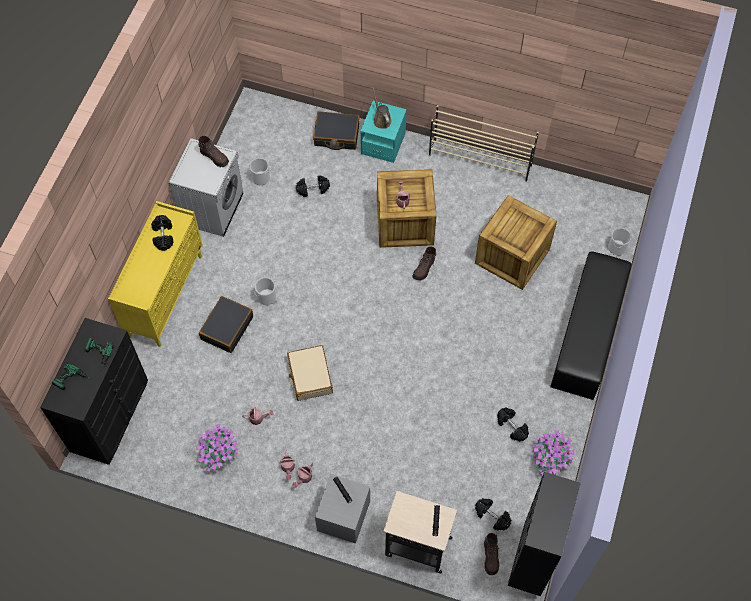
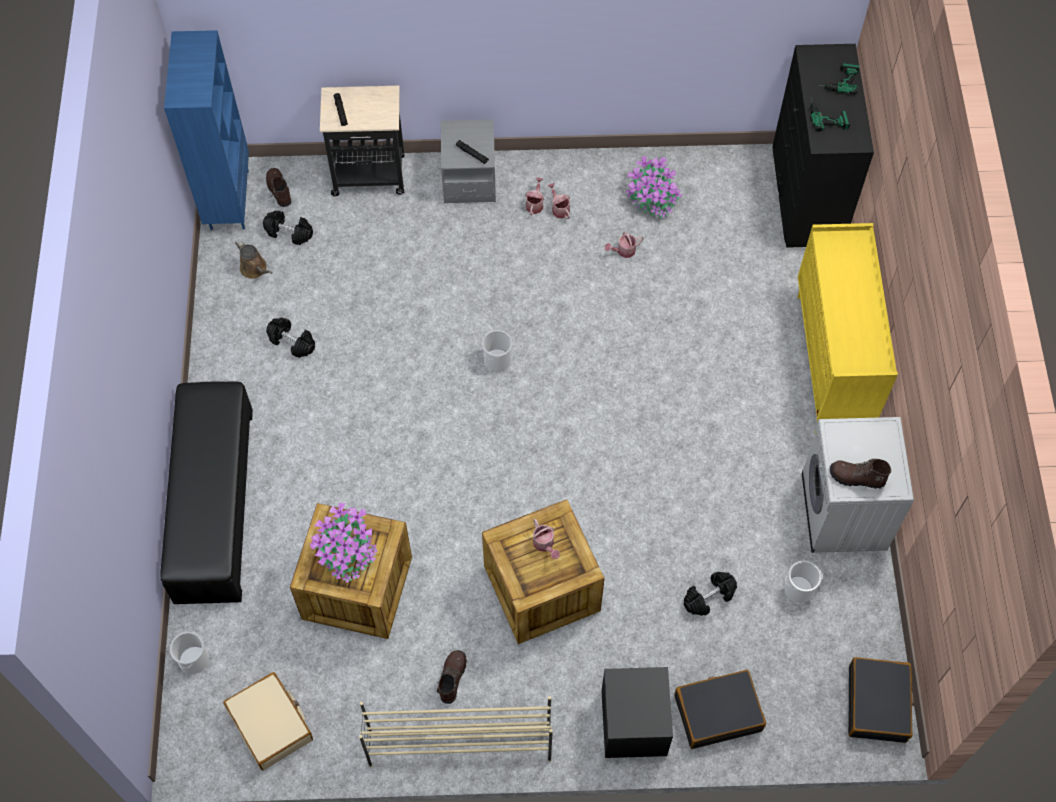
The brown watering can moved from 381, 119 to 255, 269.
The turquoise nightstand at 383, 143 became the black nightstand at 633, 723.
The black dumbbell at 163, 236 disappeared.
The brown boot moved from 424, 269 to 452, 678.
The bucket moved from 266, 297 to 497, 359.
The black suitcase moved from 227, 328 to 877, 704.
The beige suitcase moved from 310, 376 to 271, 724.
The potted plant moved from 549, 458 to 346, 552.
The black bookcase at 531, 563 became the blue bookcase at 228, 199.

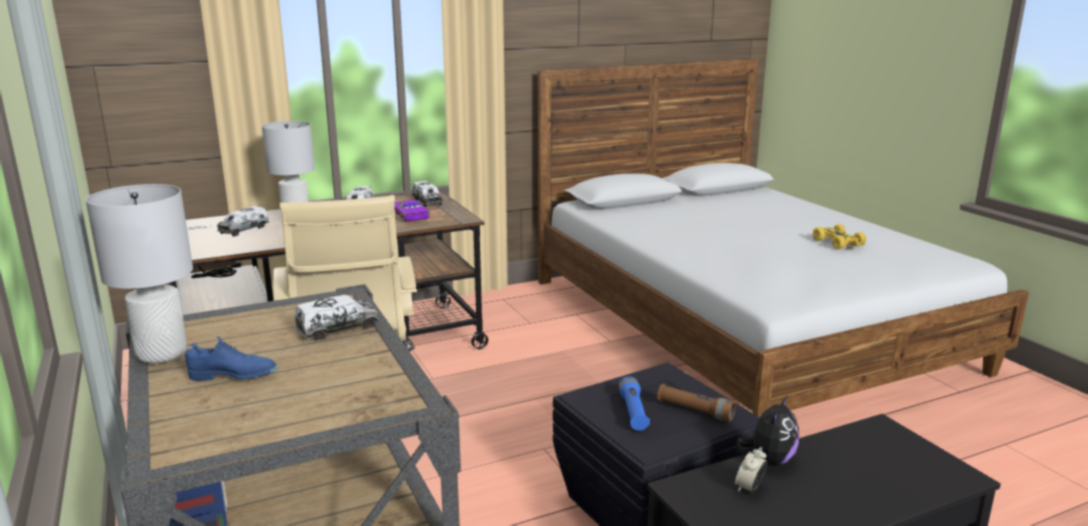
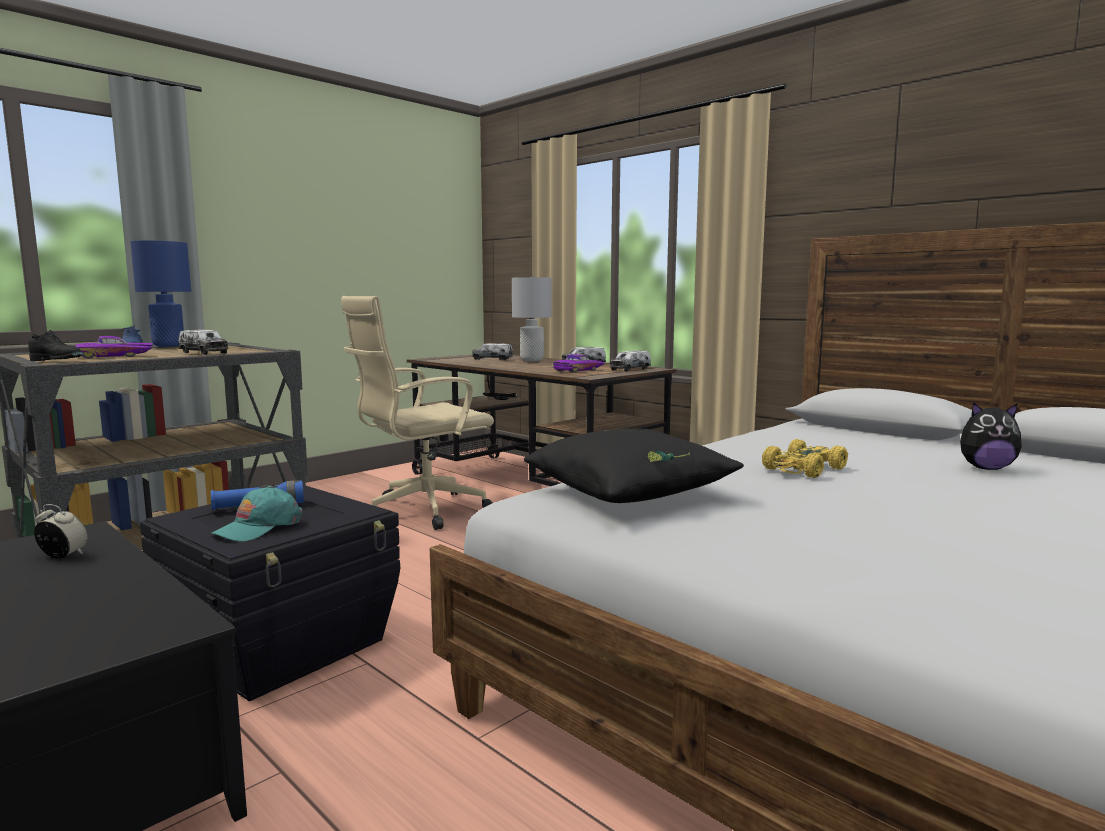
The grey table lamp at 163, 357 became the blue table lamp at 168, 346.
The yellow toy car moved from 839, 243 to 804, 469.
The brown flashlight at 695, 411 was replaced by the turquoise cap at 258, 528.
The plush toy moved from 770, 459 to 986, 468.
The black shoe at 57, 361 appeared.
The purple toy car at 116, 356 appeared.
The black pillow at 628, 493 appeared.

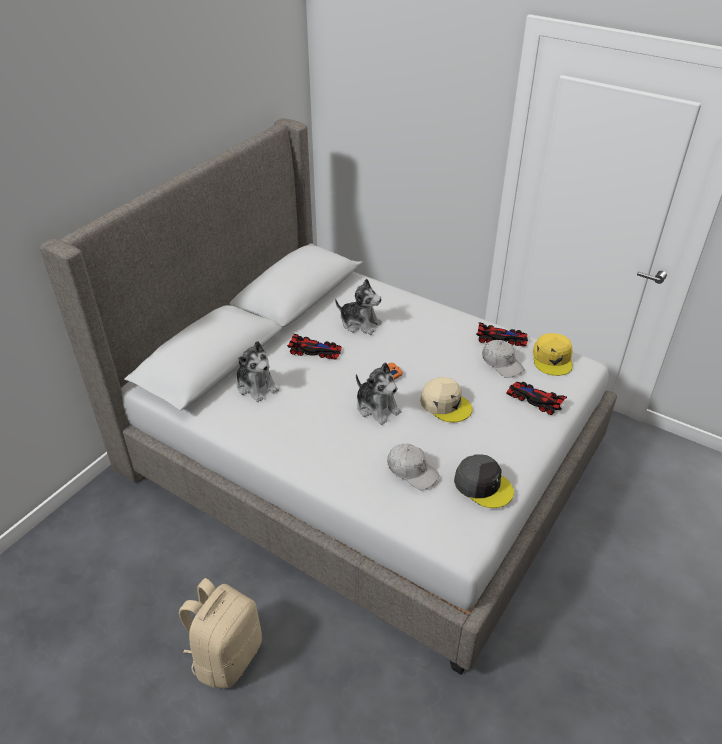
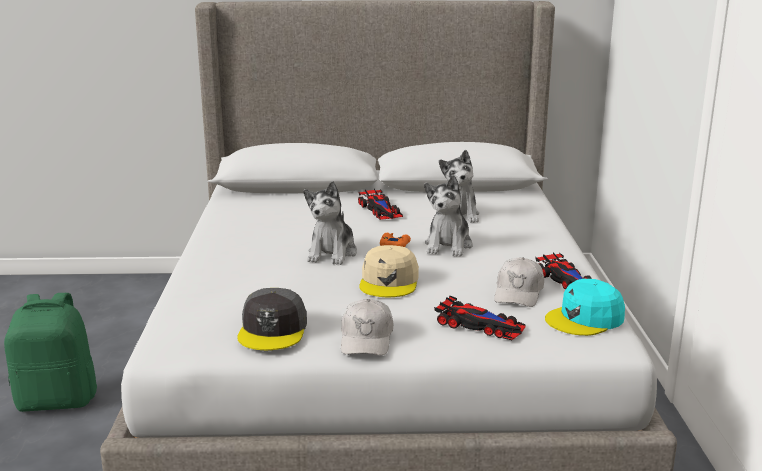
The yellow cap at 552, 359 became the turquoise cap at 585, 319.
The plush toy moved from 256, 386 to 448, 245.
The toy car at 534, 399 turned 120 degrees clockwise.
The white cap moved from 412, 471 to 367, 339.
The beige backpack at 227, 656 became the green backpack at 57, 400.

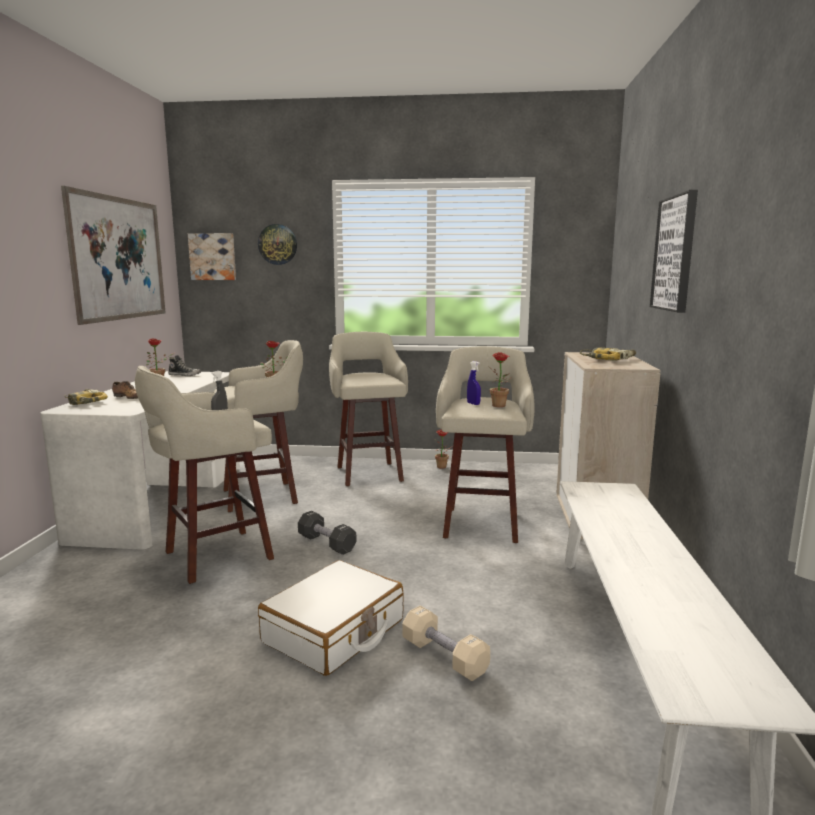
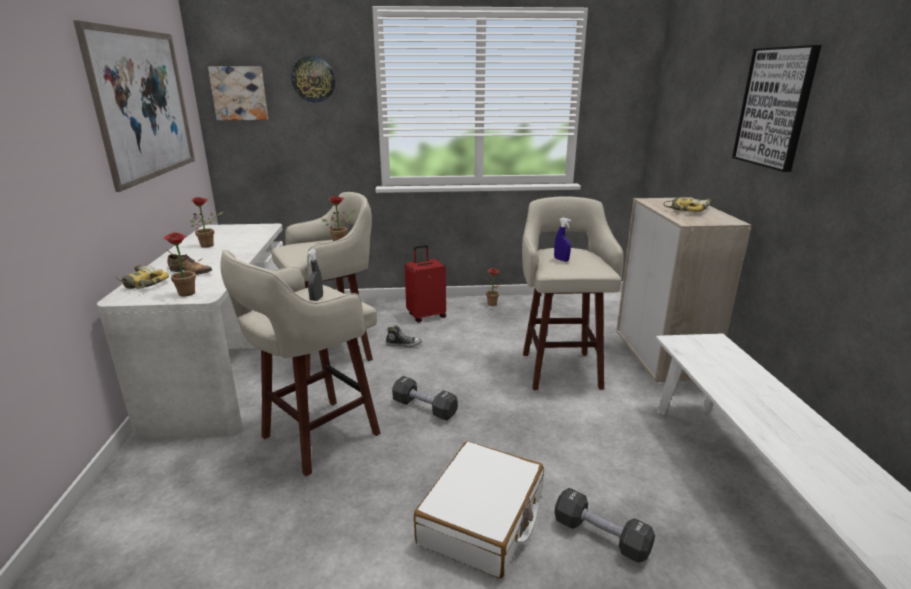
The beige stool at 369, 473 was replaced by the red suitcase at 426, 316.
The potted plant moved from 500, 406 to 187, 294.
The shoe moved from 185, 375 to 403, 344.
The beige dumbbell at 444, 657 became the black dumbbell at 601, 536.

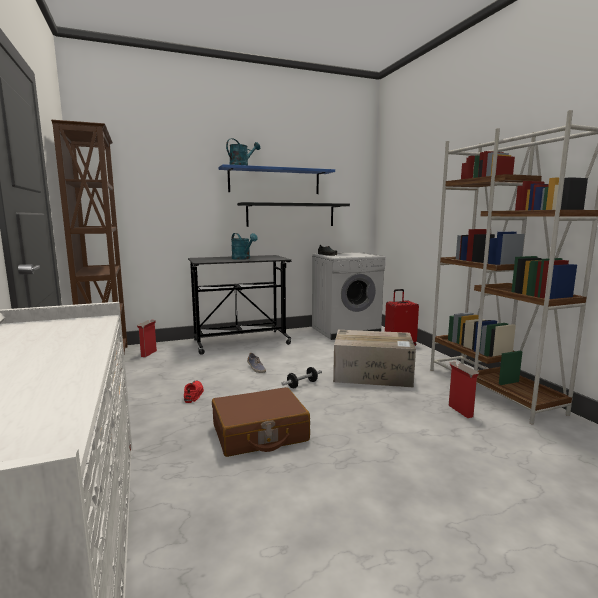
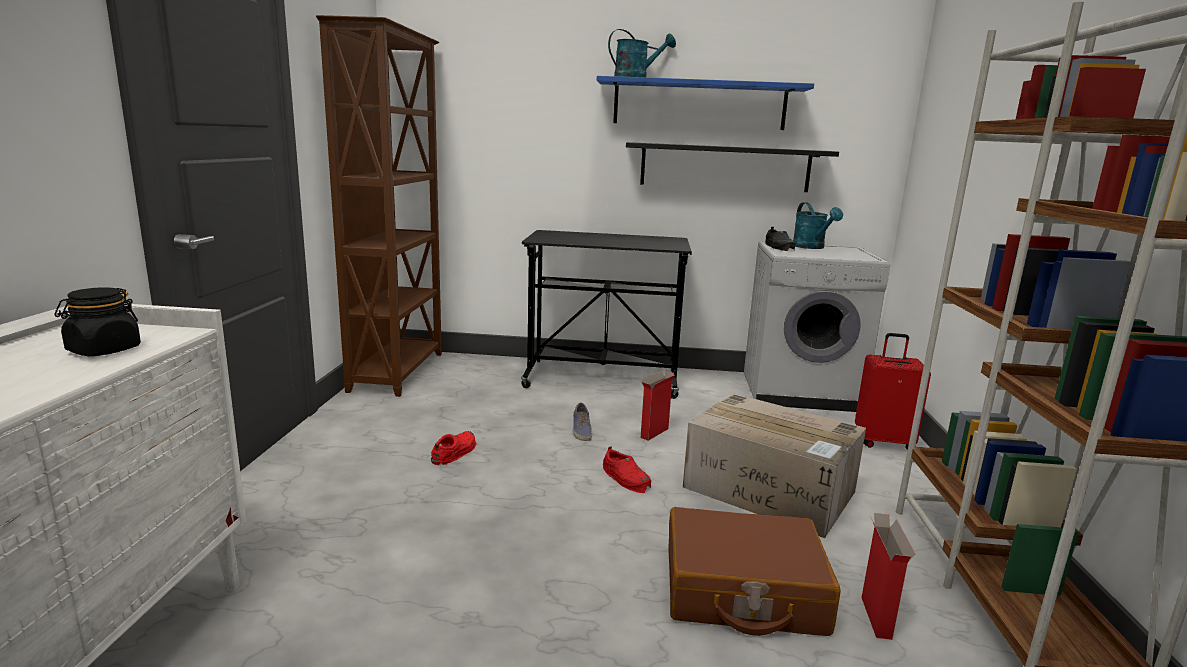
The turquoise watering can moved from 243, 258 to 811, 247.
The cardboard box moved from 148, 354 to 654, 433.
The dumbbell at 302, 384 was replaced by the red shoe at 626, 478.
The brown suitcase moved from 259, 433 to 742, 591.
The black jar at 103, 350 appeared.

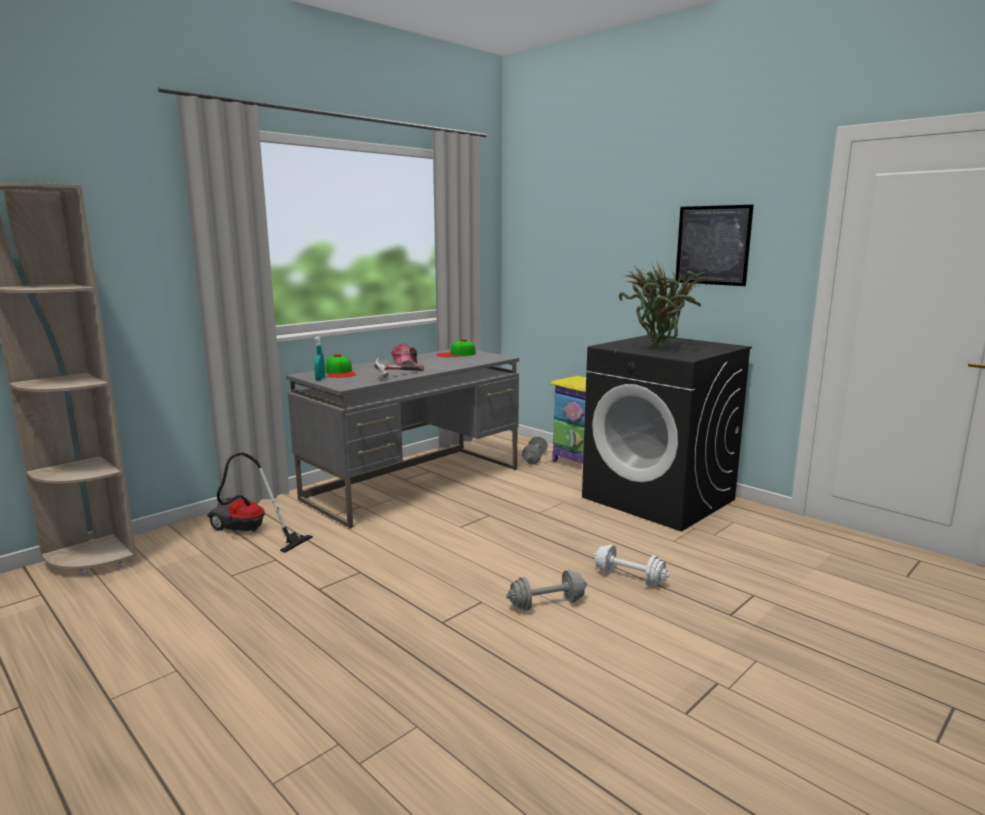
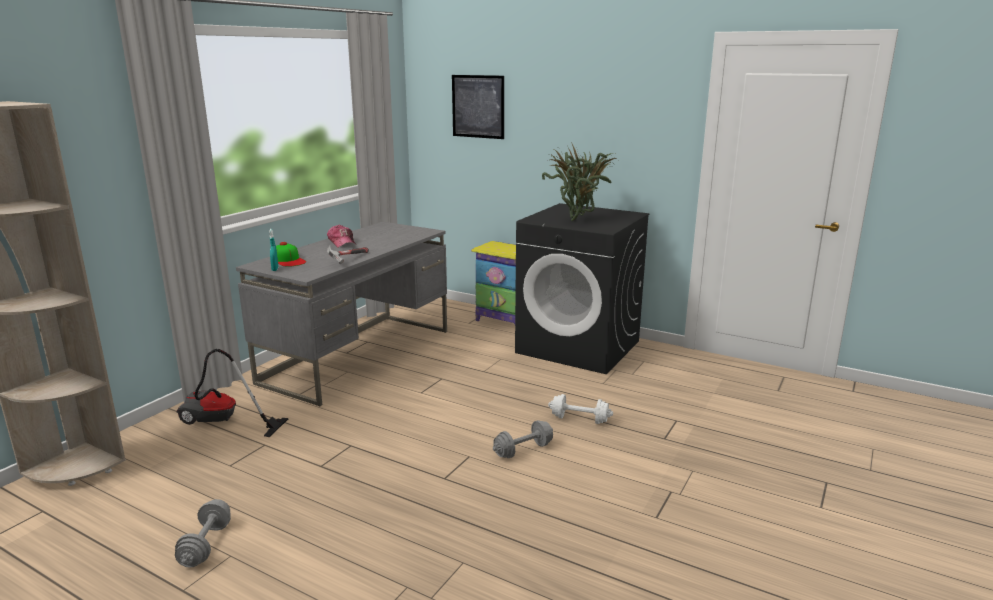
The picture moved from 712, 245 to 478, 106.
The cap at 456, 354 disappeared.
The grey dumbbell moved from 534, 458 to 206, 545.

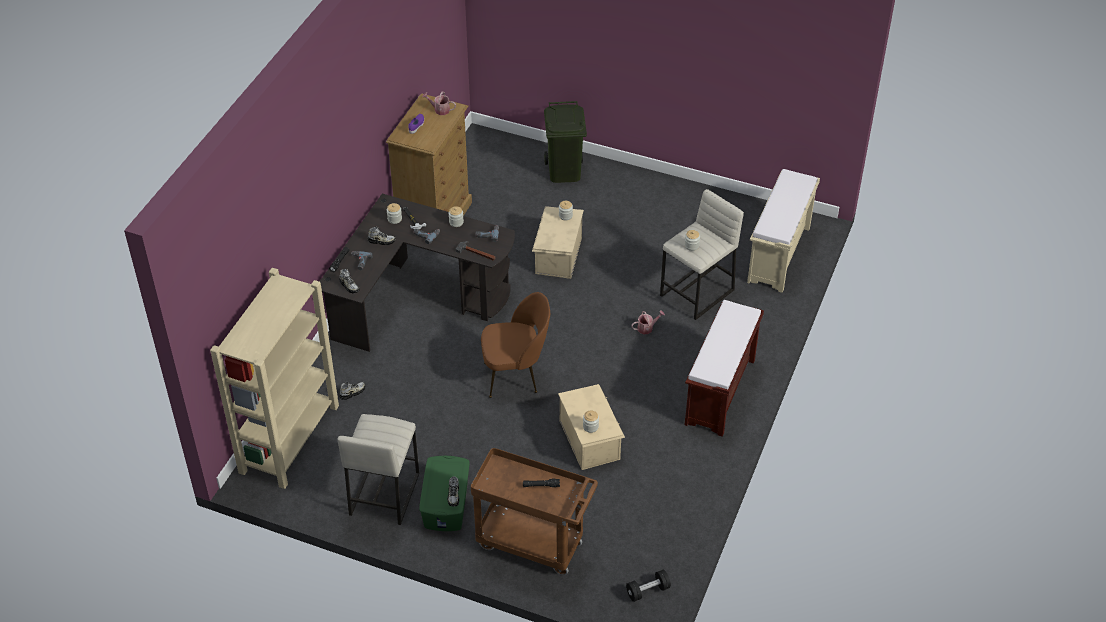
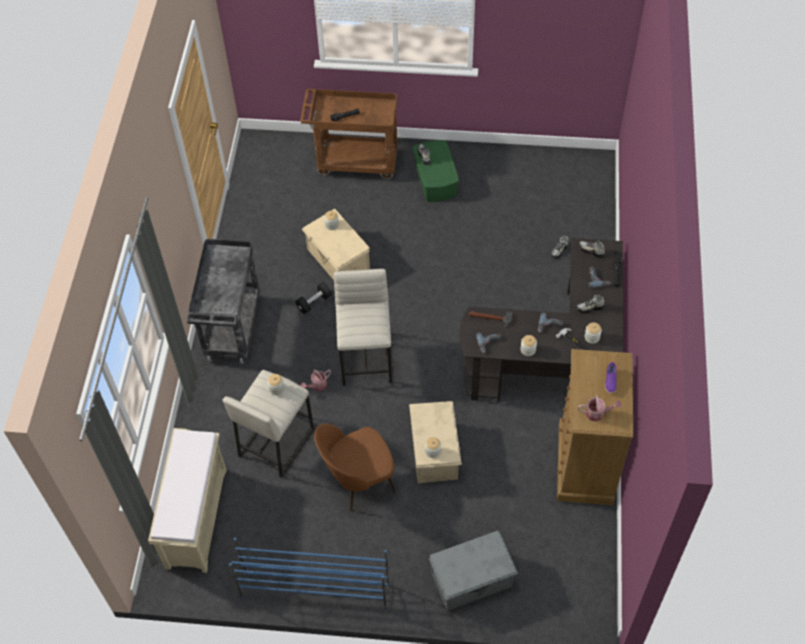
The green trash can at 563, 171 was replaced by the grey storage box at 472, 580.
The beige bookcase at 289, 438 disappeared.
The brown chair moved from 516, 377 to 358, 484.
The brown bench at 720, 393 was replaced by the grey cart at 232, 333.
The beige stool moved from 384, 494 to 366, 358.
The black dumbbell moved from 648, 591 to 314, 302.
The blue shoe rack at 314, 590 appeared.

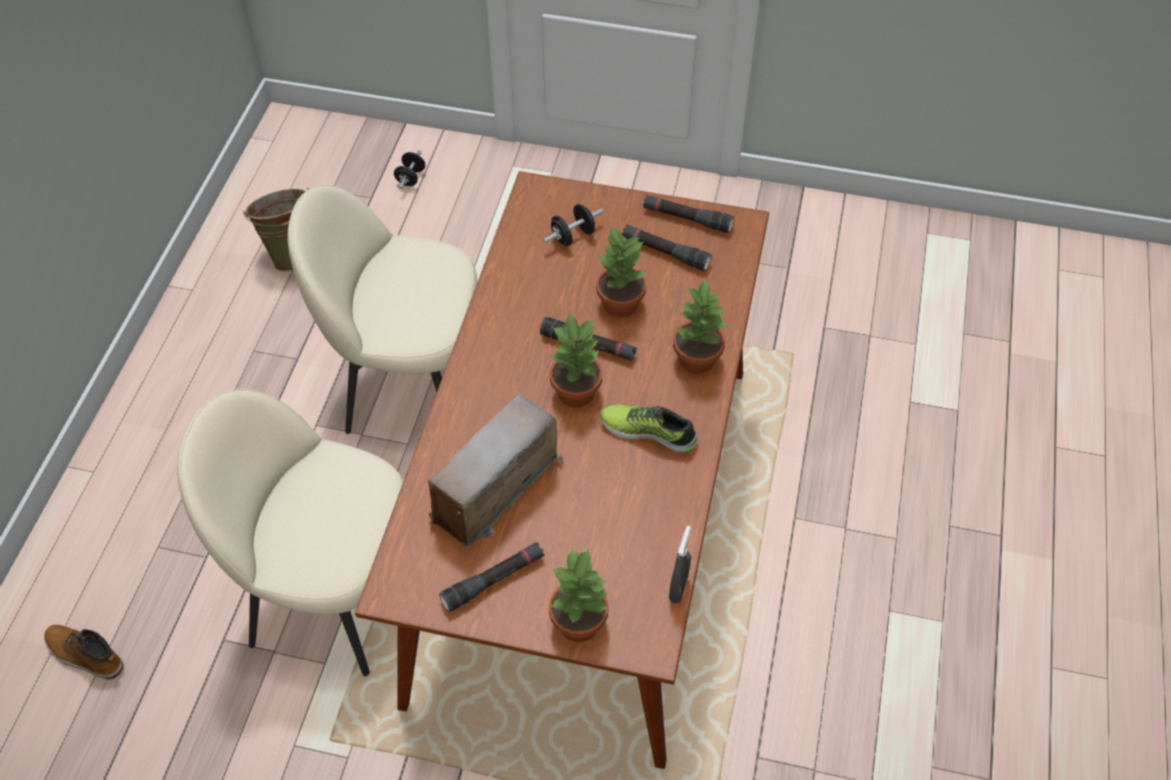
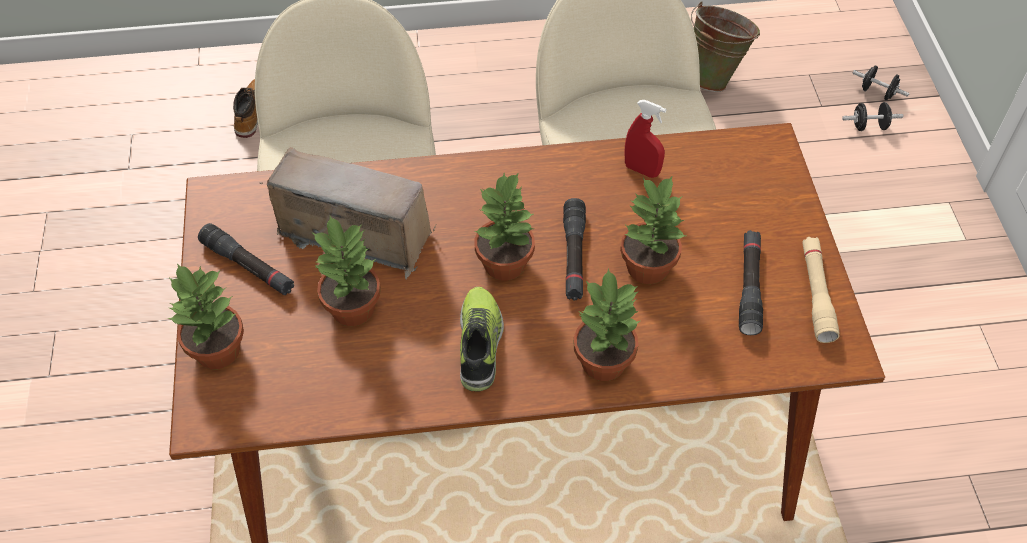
The black flashlight at 687, 219 became the beige flashlight at 816, 294.
The black dumbbell moved from 573, 236 to 877, 92.
The grey spray bottle at 678, 588 disappeared.
The red spray bottle at 641, 170 appeared.
The potted plant at 353, 307 appeared.

